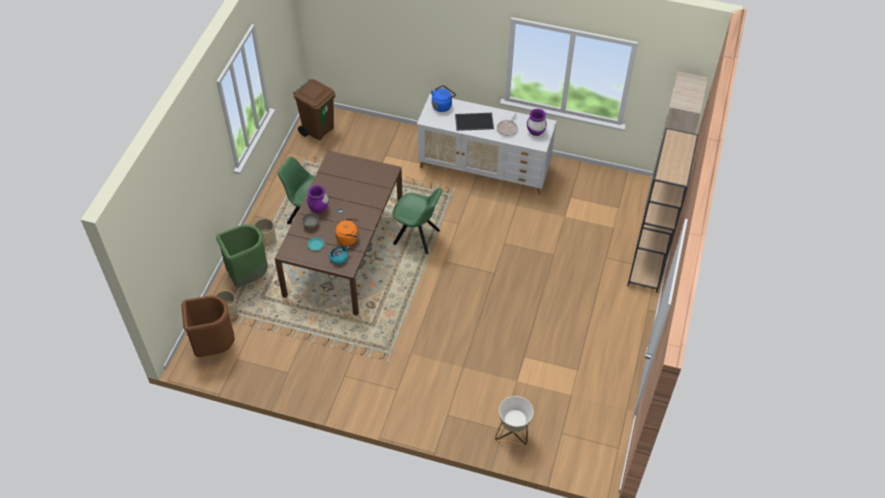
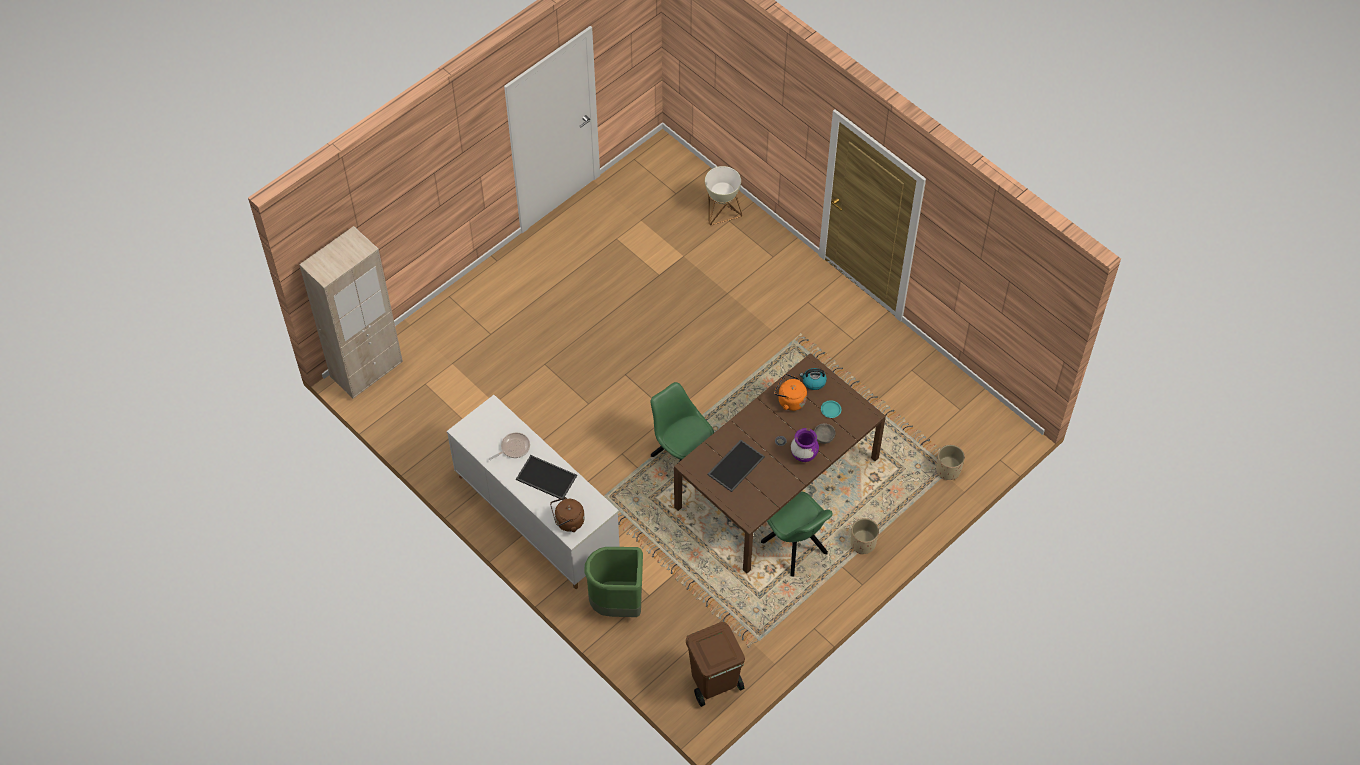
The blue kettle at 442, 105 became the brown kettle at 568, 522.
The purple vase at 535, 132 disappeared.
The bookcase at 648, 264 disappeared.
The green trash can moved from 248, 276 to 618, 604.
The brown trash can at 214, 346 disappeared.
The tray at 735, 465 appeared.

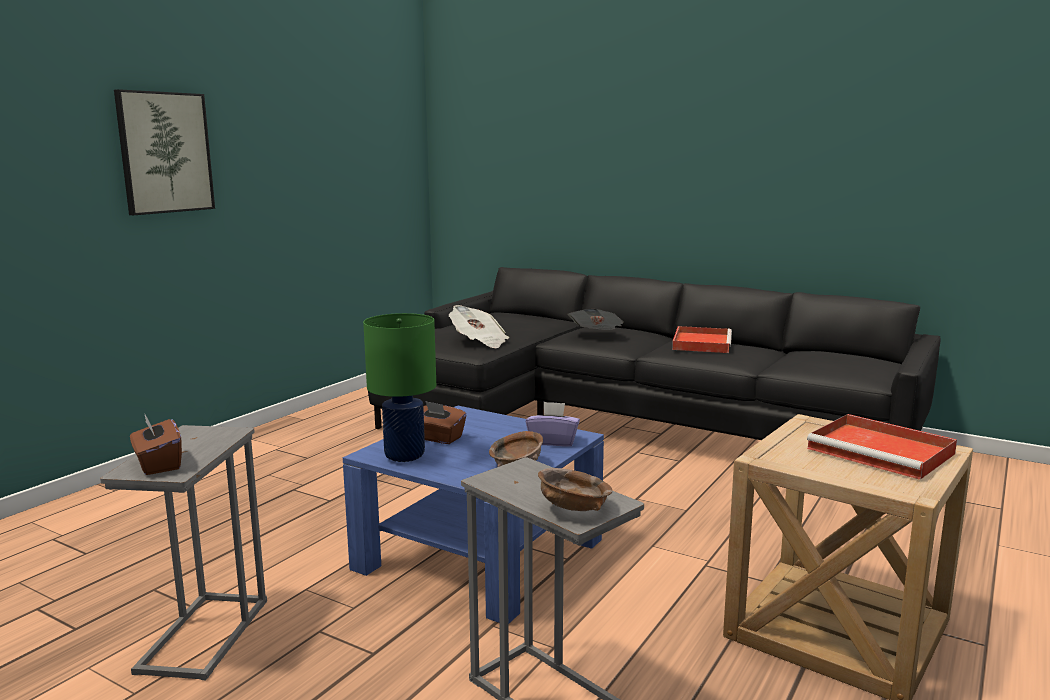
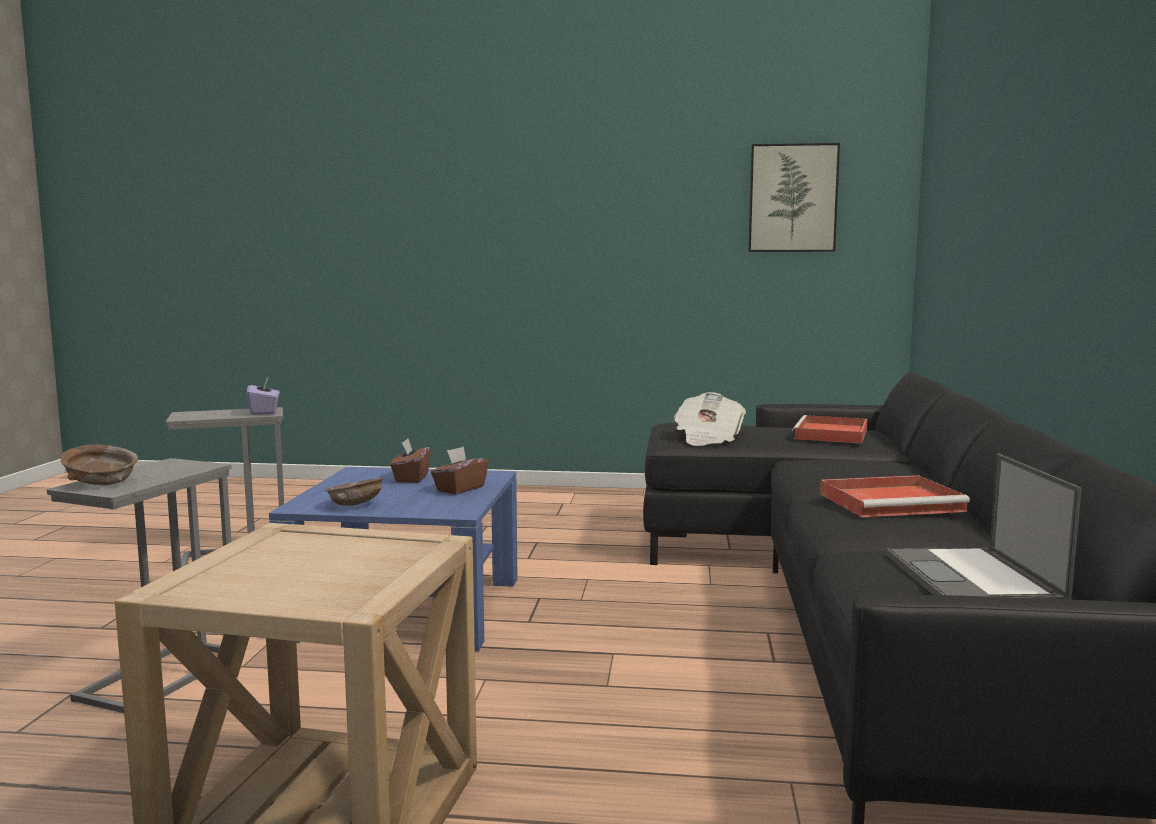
The picture moved from 165, 152 to 792, 198.
The newspaper at 596, 335 disappeared.
The green table lamp at 404, 457 disappeared.
The purple tissue box moved from 553, 441 to 264, 412.
The brown tissue box moved from 158, 464 to 460, 489.
The red tray moved from 883, 452 to 831, 434.
The laptop at 973, 579 appeared.

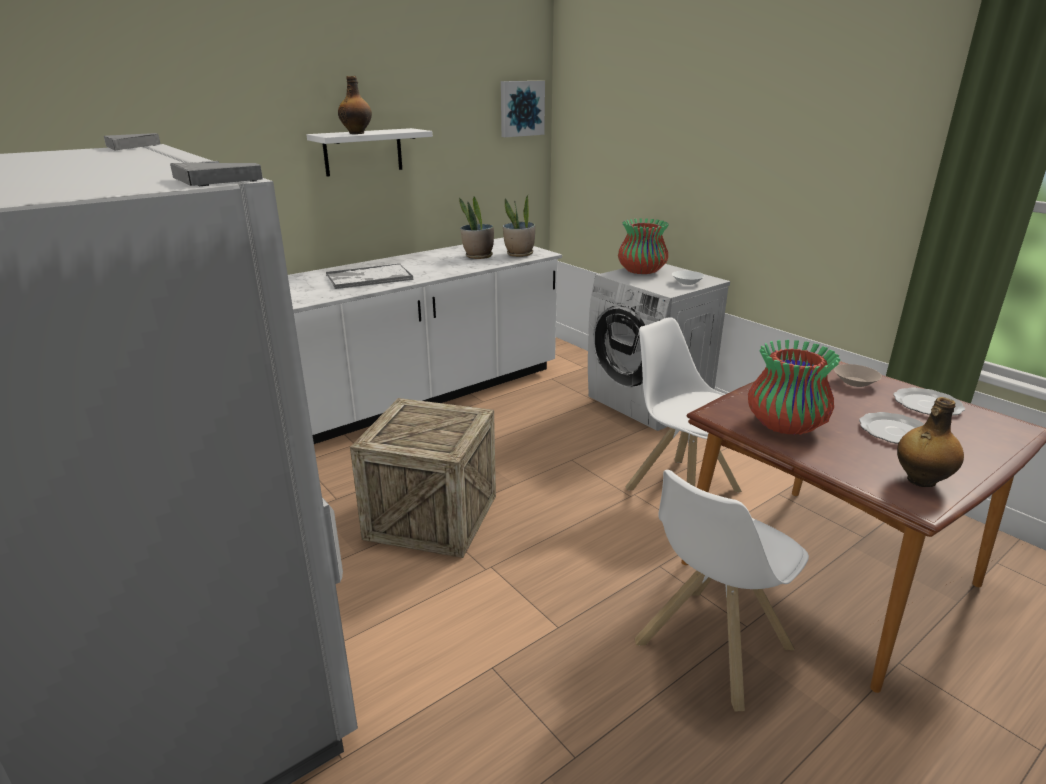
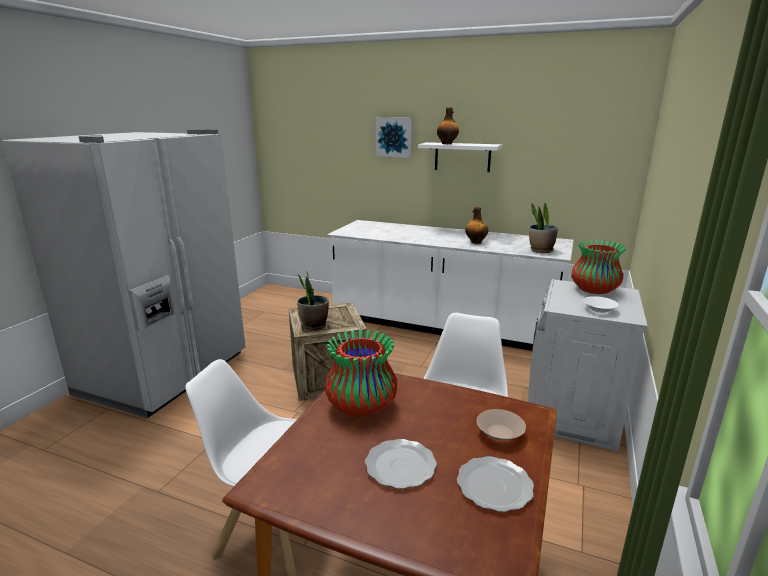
The picture moved from 521, 108 to 394, 137.
The potted plant moved from 478, 256 to 314, 325.
The tray at 368, 278 disappeared.
The bottle moved from 920, 480 to 475, 242.

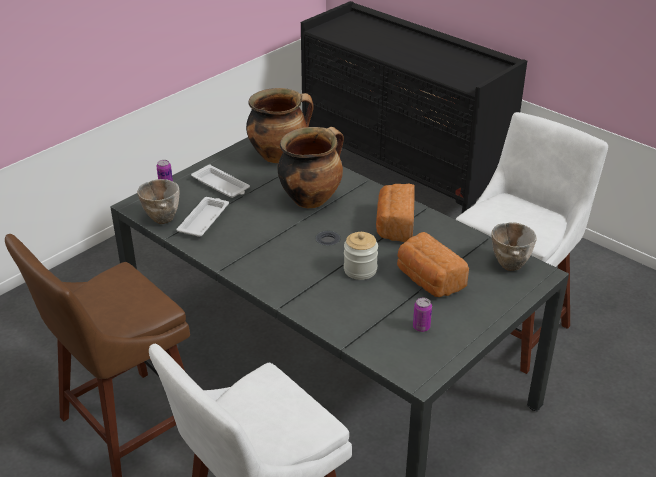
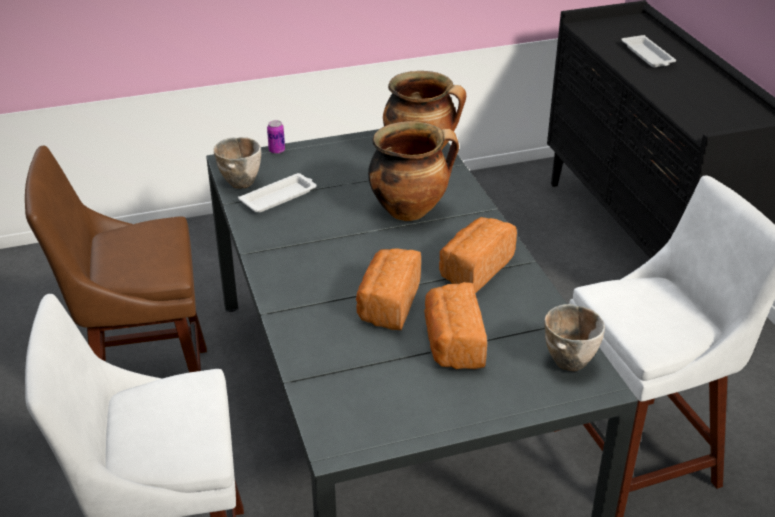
The white tray moved from 221, 186 to 648, 56.
The jar at 360, 270 was replaced by the bread at 387, 304.
The can at 421, 327 disappeared.

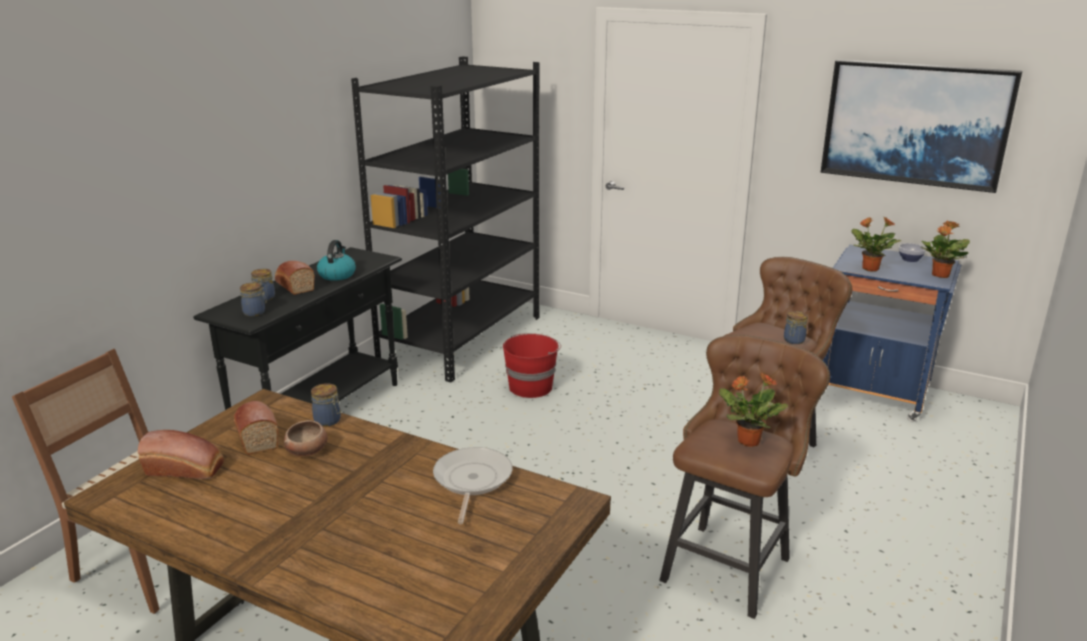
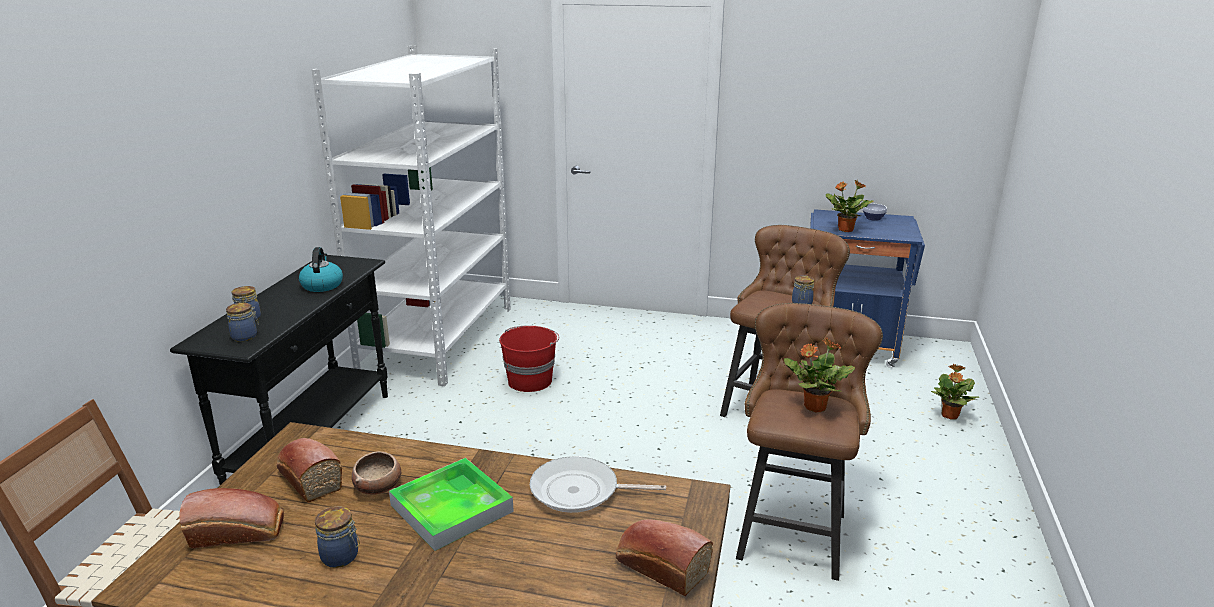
The black bookcase at 462, 338 became the white bookcase at 439, 339.
The picture at 915, 124 disappeared.
The potted plant moved from 940, 275 to 949, 416.
The bread moved from 294, 286 to 659, 567.
The jar moved from 328, 421 to 341, 557.
The frying pan at 471, 481 turned 75 degrees counterclockwise.
The tray at 451, 508 appeared.

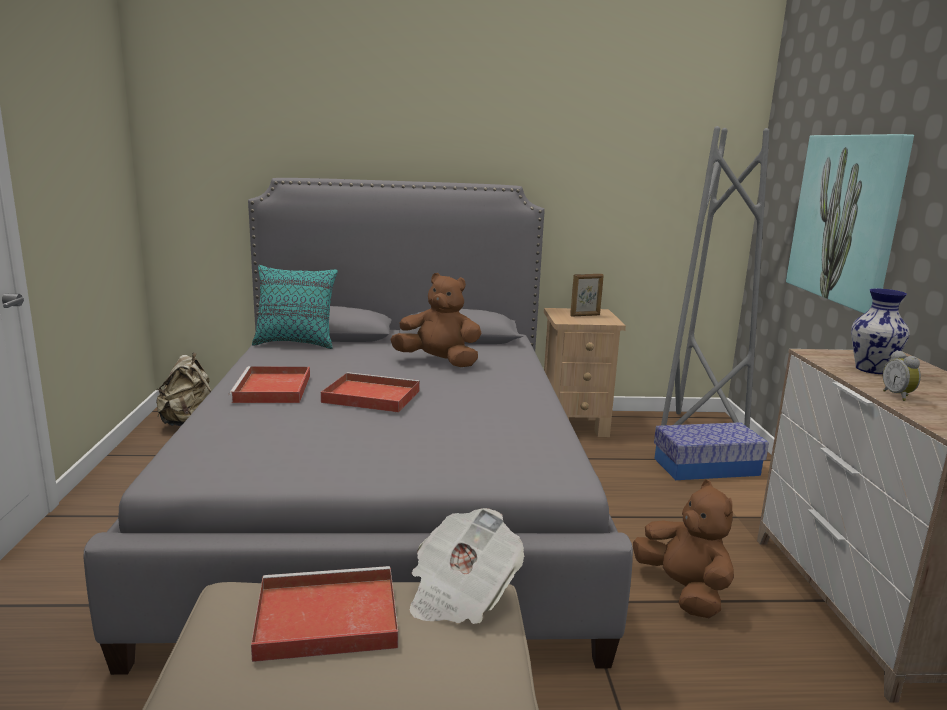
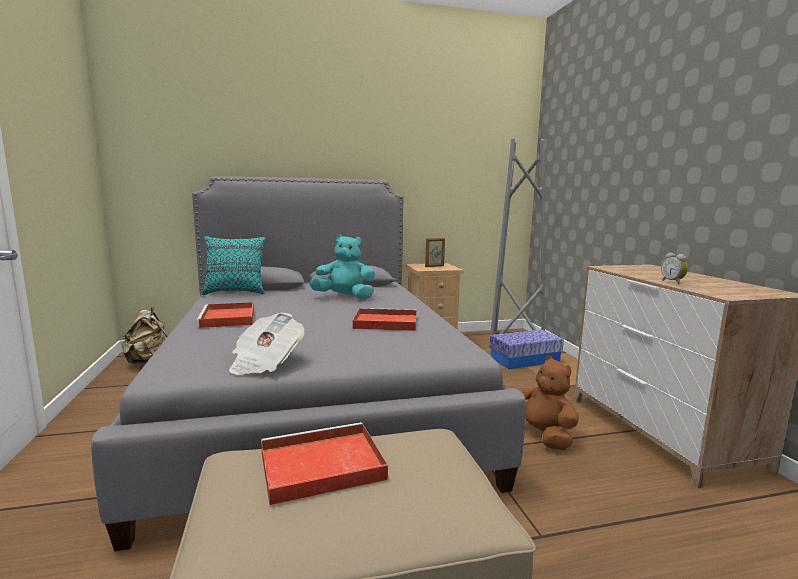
The picture at 847, 218 disappeared.
The brown plush toy at 439, 362 became the turquoise plush toy at 345, 297.
The vase at 872, 369 disappeared.
The red tray moved from 369, 396 to 384, 323.
The newspaper moved from 461, 593 to 265, 362.

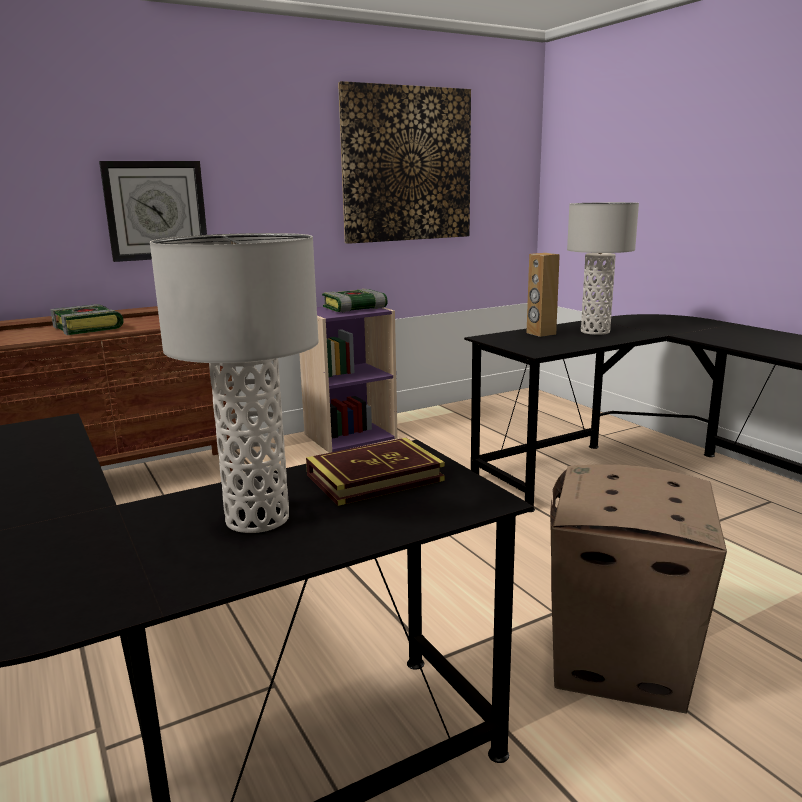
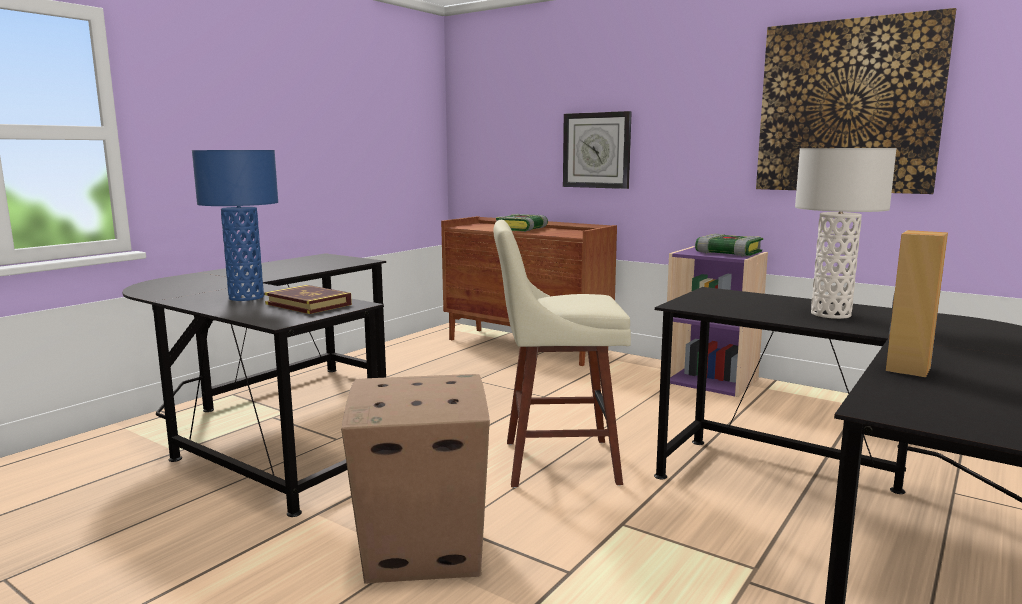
The white table lamp at 256, 518 became the blue table lamp at 246, 297.
The brown speaker moved from 540, 333 to 907, 369.
The beige stool at 556, 462 appeared.

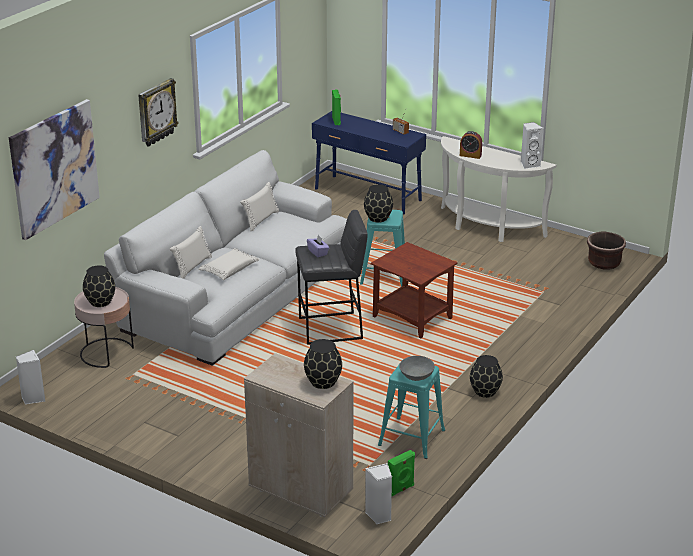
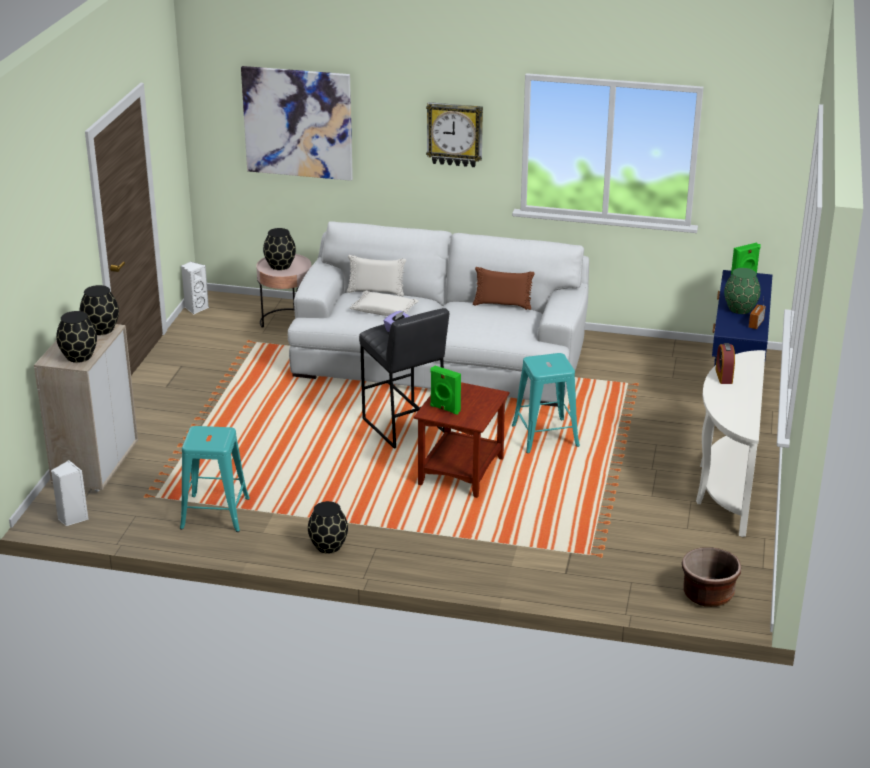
The white speaker at 529, 164 disappeared.
The white pillow at 260, 220 became the brown pillow at 502, 305.
The black vase moved from 377, 218 to 101, 329.
The grey bowl at 416, 376 disappeared.
The green speaker moved from 401, 490 to 444, 409.
The green vase at 739, 309 appeared.

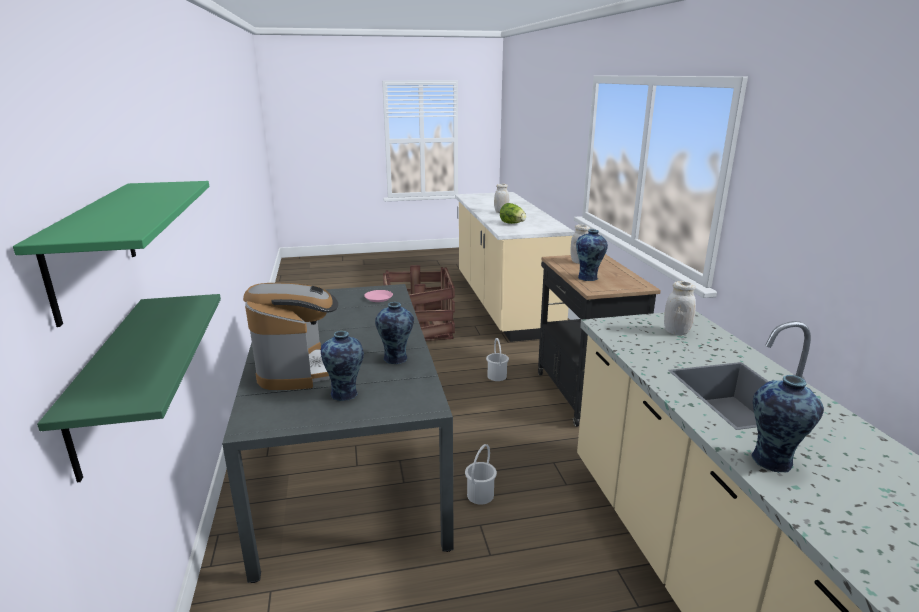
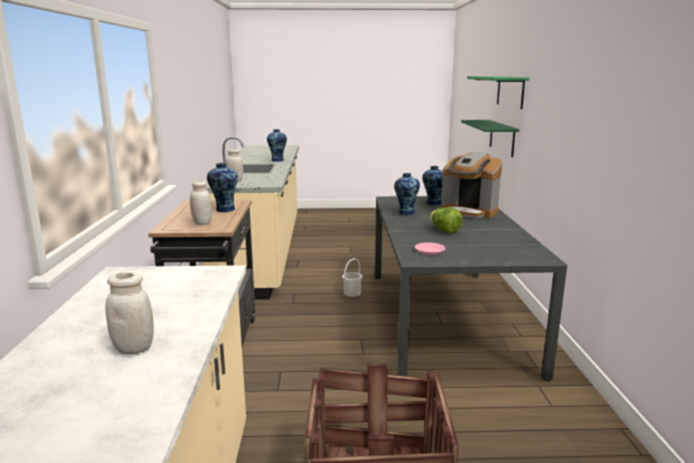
The lettuce moved from 512, 223 to 444, 230.
The coffee machine at 297, 369 turned 60 degrees counterclockwise.
The white bucket at 497, 376 disappeared.

